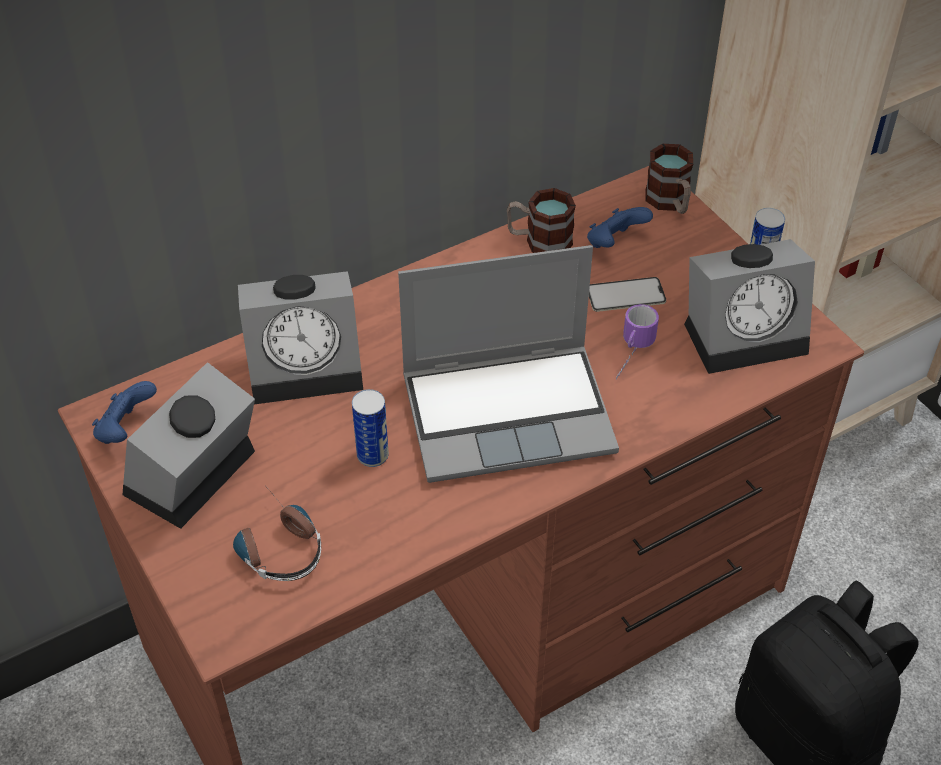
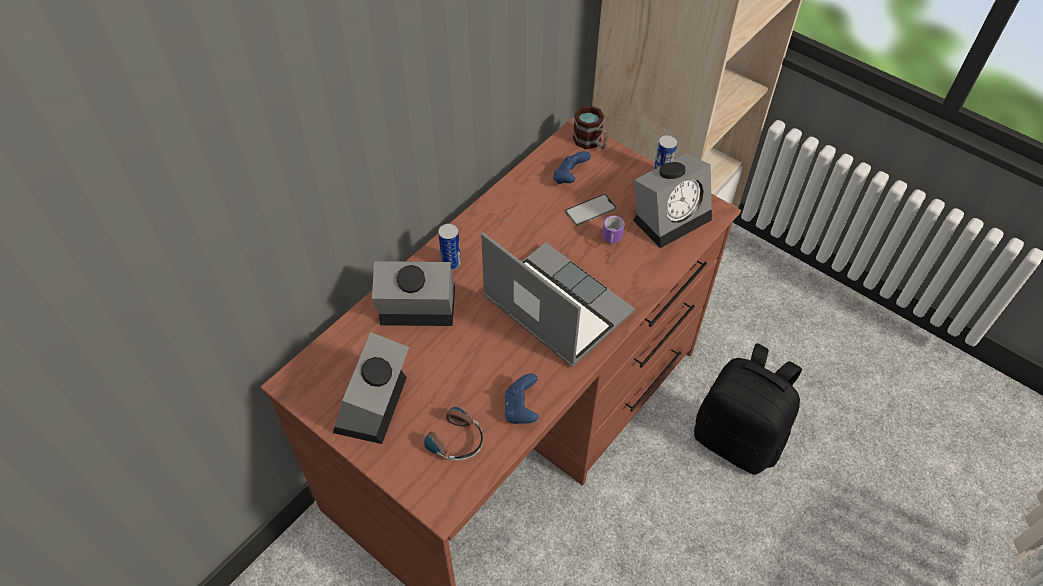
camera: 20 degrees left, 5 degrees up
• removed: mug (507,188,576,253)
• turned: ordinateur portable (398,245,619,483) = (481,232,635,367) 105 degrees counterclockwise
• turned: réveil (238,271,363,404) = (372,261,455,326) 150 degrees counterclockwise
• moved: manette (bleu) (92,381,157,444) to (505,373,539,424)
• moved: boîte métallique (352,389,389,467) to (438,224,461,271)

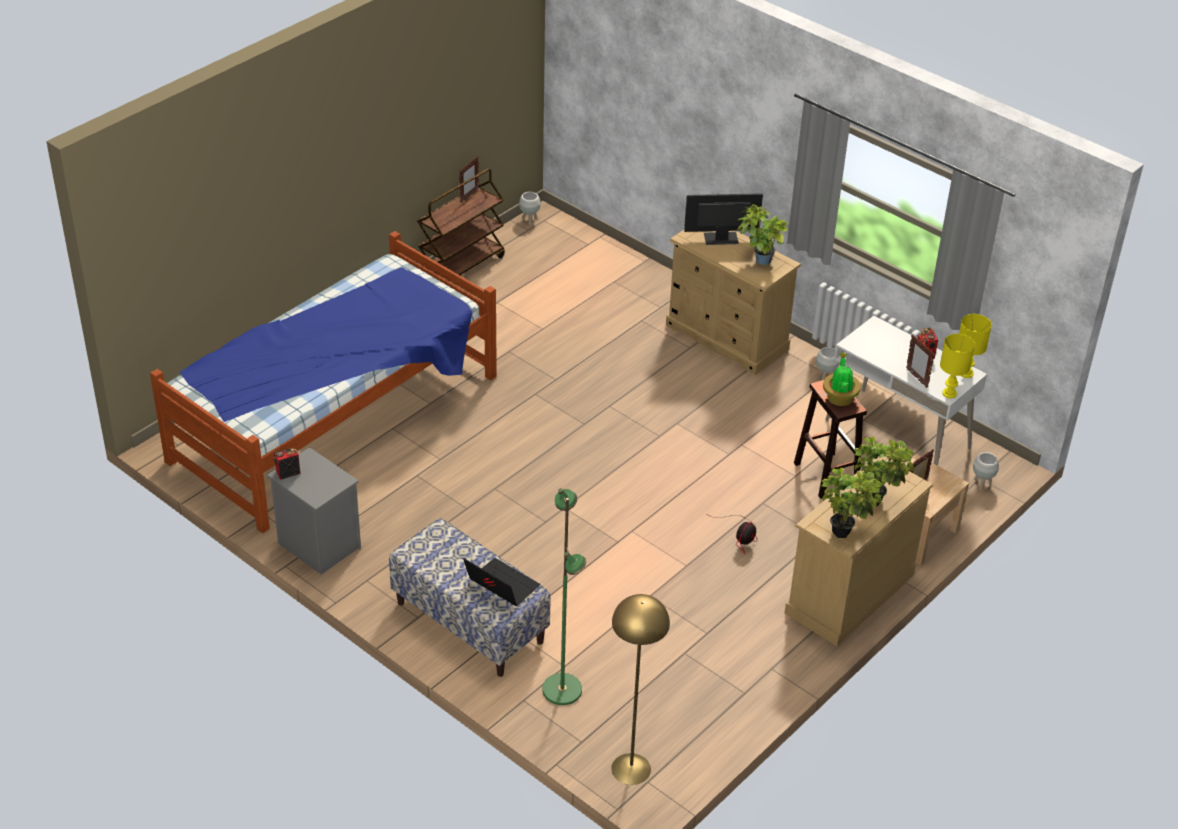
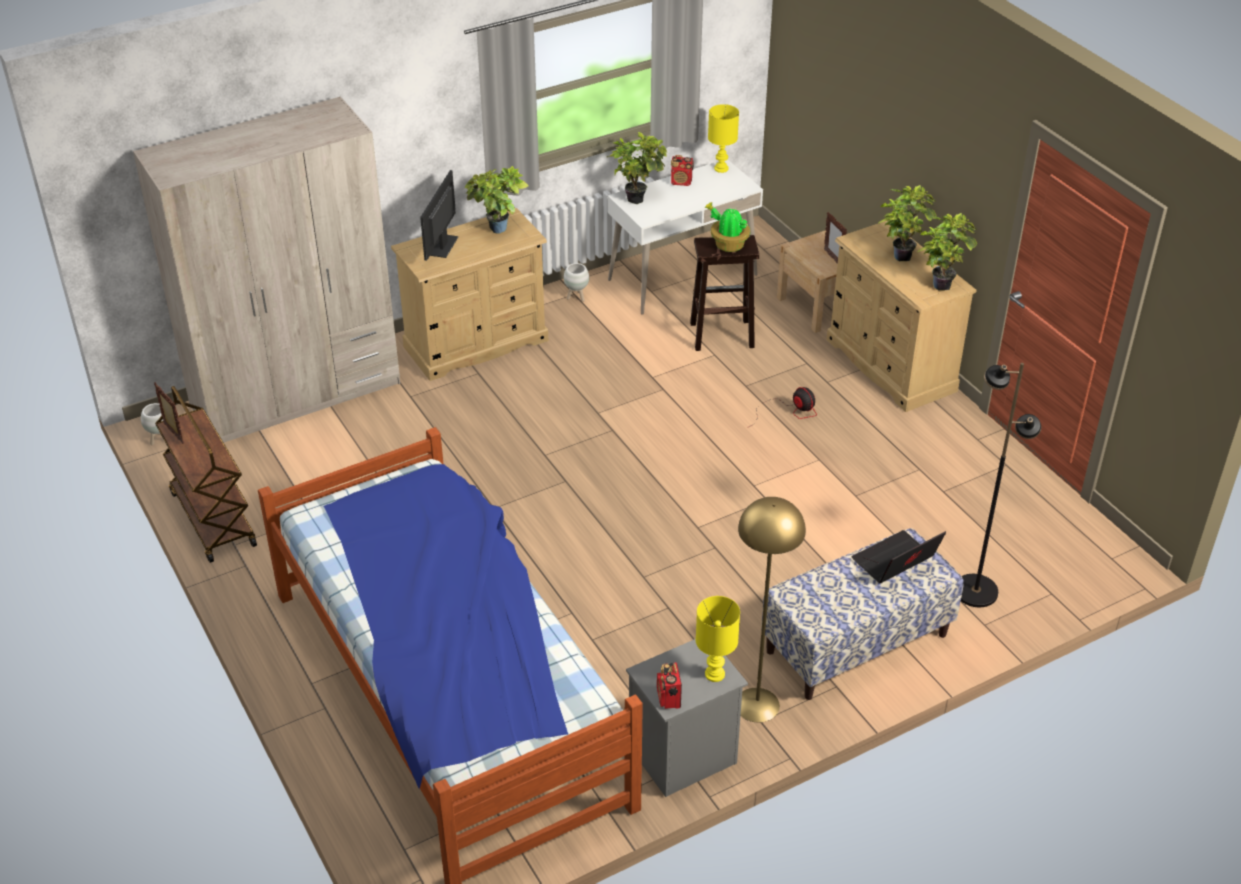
camera: 70 degrees left, 0 degrees up
• moved: lampe de table (jaune) (940,334,975,398) to (696,596,740,682)
• removed: cadre photo (906,335,935,388)
• removed: cache-pot (blanc) (973,452,999,490)
• recoloured: lampadaire (vert) (542,488,586,705) to lampadaire (noir) (961,363,1041,607)
• moved: lampadaire (jaune) (611,594,670,785) to (738,497,806,722)
• added: armoire (beige) (133,96,400,443)
• added: plante en pot (607,132,667,204)

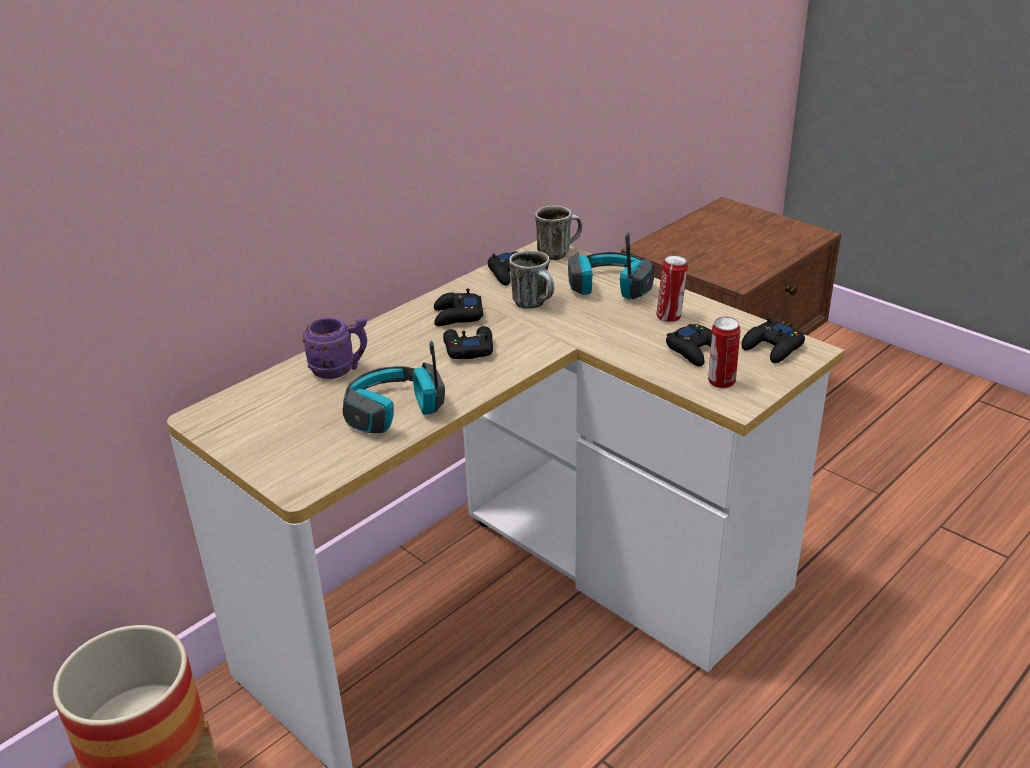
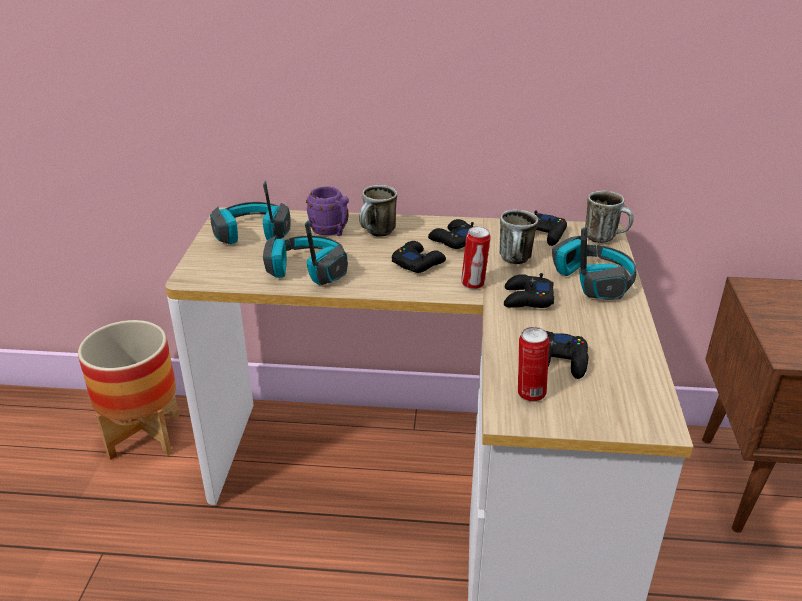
camera: 50 degrees right, 0 degrees up
• moved: boîte métallique (656,255,688,322) to (461,226,491,289)
• moved: manette (noir) (741,317,805,363) to (504,273,554,308)
• added: casque audio (210,181,291,244)
• added: mug (359,185,397,237)

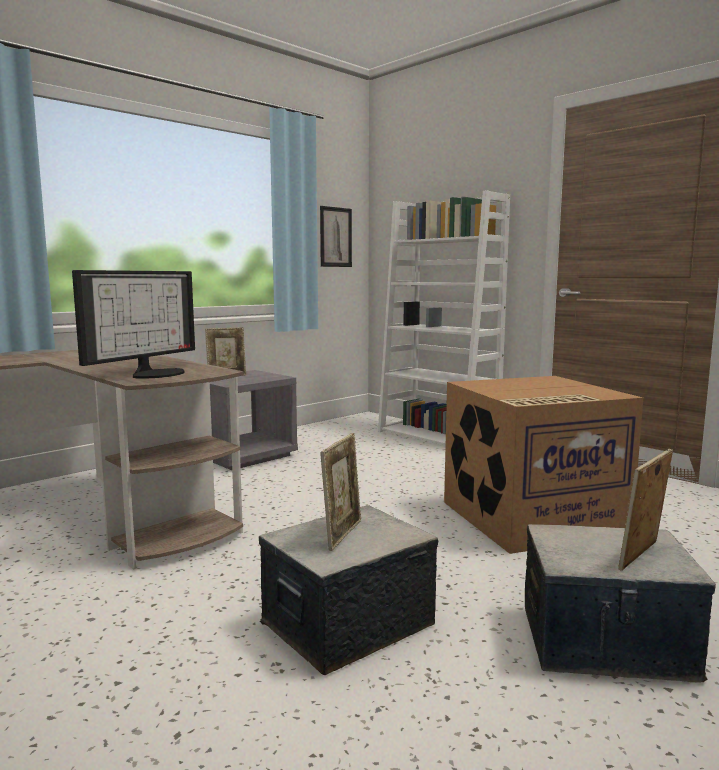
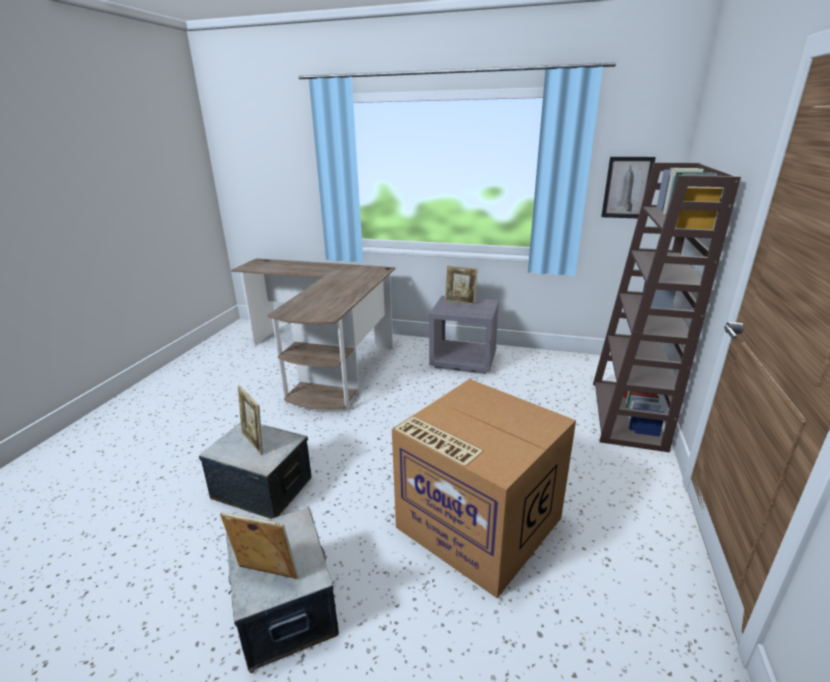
camera: 60 degrees right, 15 degrees up
• recoloured: bibliothèque (blanc) (378,191,510,445) to bibliothèque (marron) (593,163,741,452)
• removed: écran d'ordinateur (72,270,195,379)
• turned: cadre photo (320,433,361,551) = (238,386,263,455) 60 degrees clockwise

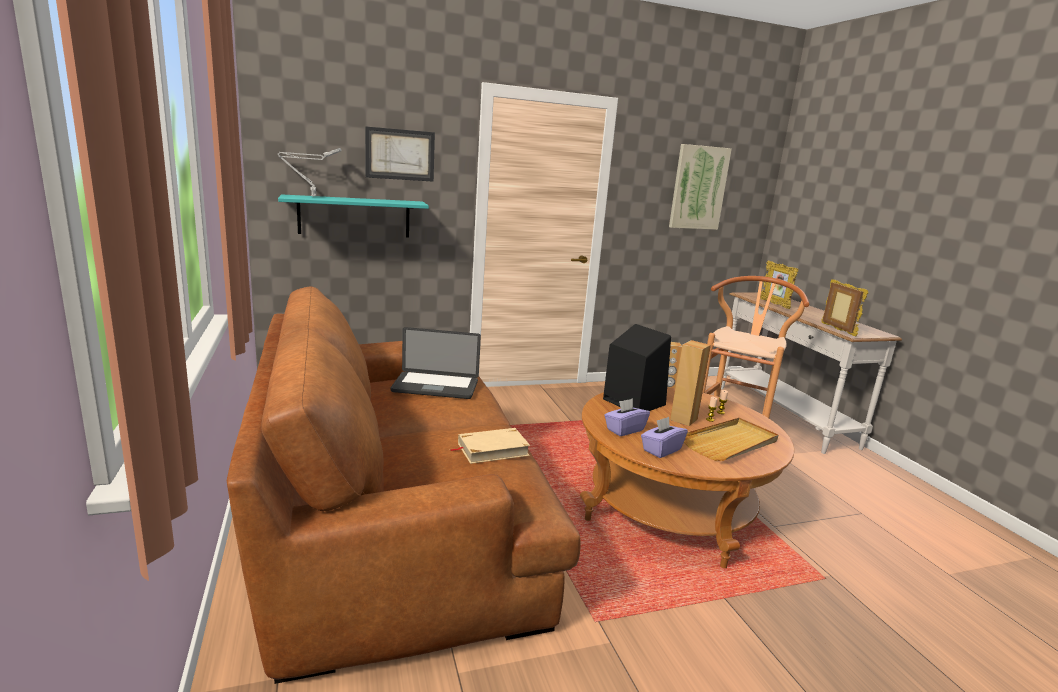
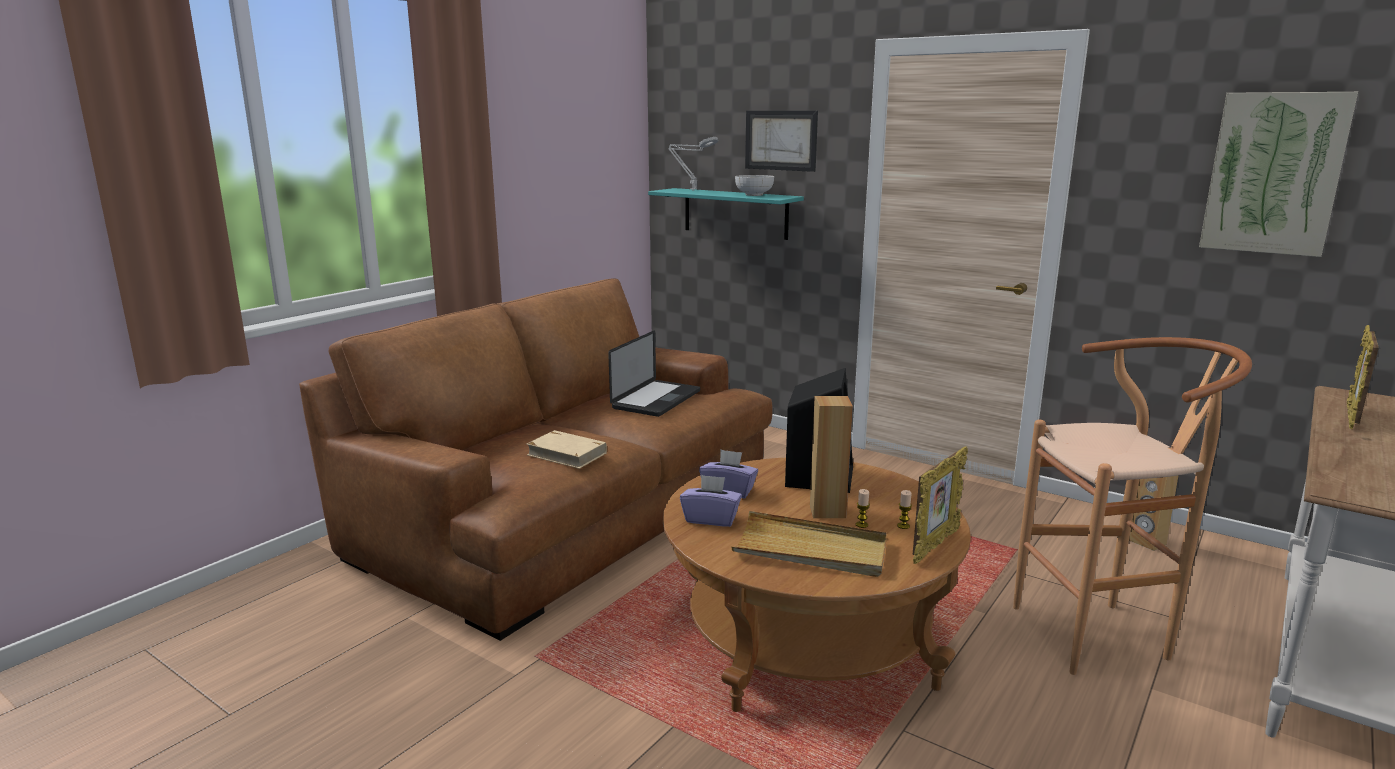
camera: 55 degrees right, 0 degrees up
• moved: cadre photo (822,279,868,336) to (912,446,968,564)
• turned: ordinateur portable (390,327,481,399) = (608,331,700,417) 120 degrees counterclockwise
• added: bol (735,175,774,196)

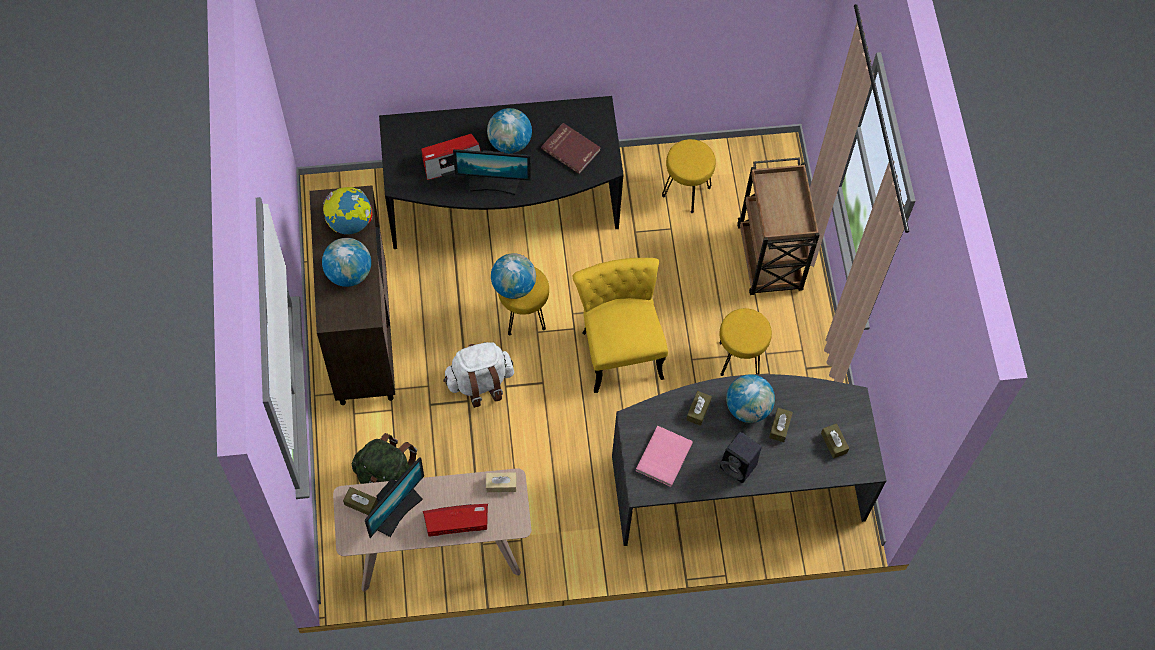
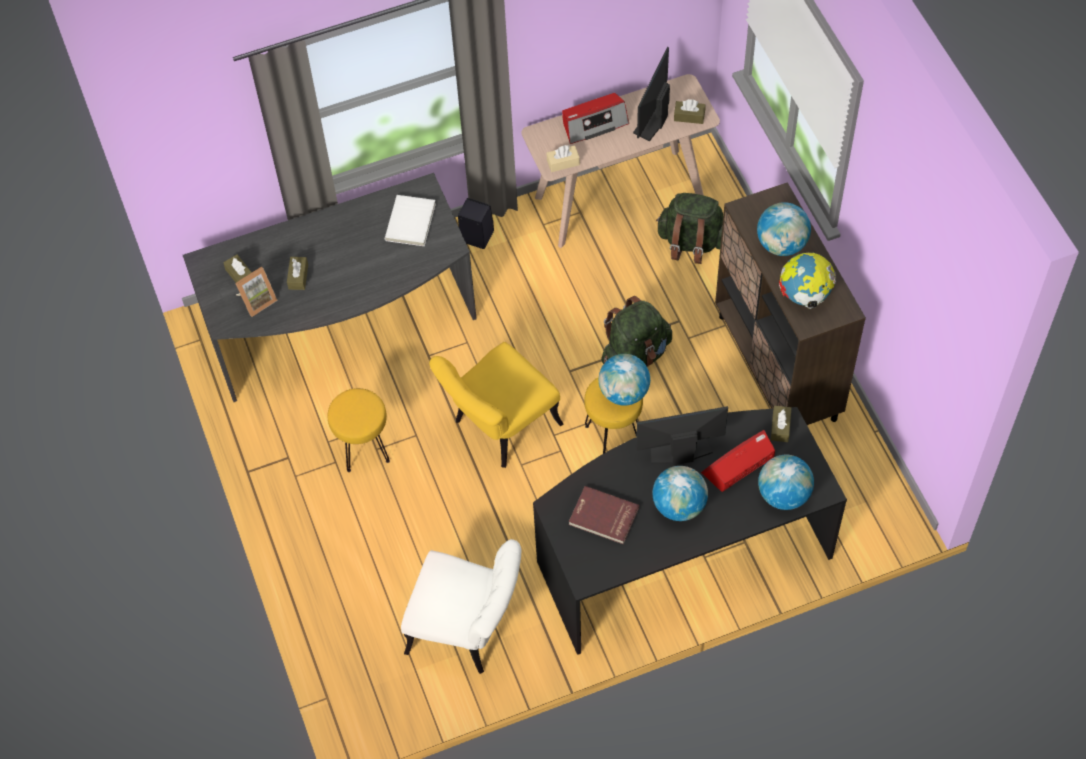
camera: 170 degrees right, 5 degrees down
• replaced: tabouret (jaune) (662,139,716,213) to chaise (blanc) (401,539,521,674)
• removed: chariot (marron) (737,157,820,295)
• turned: chaise (jaune) (573,258,668,393) = (429,342,563,468) 75 degrees clockwise
• recoloured: sac à dos (blanc) (443,342,514,408) to sac à dos (vert) (601,296,672,367)
• moved: globe (726,375,775,423) to (758,455,814,510)
• moved: boîte à mouchoirs (marron) (686,391,712,426) to (771,406,791,442)
• recoloured: livre (rose) (636,425,693,487) to livre (blanc) (385,195,436,246)
• moved: enceinte (noir) (720,432,762,483) to (458,198,494,249)
• added: cadre photo (235,267,278,317)

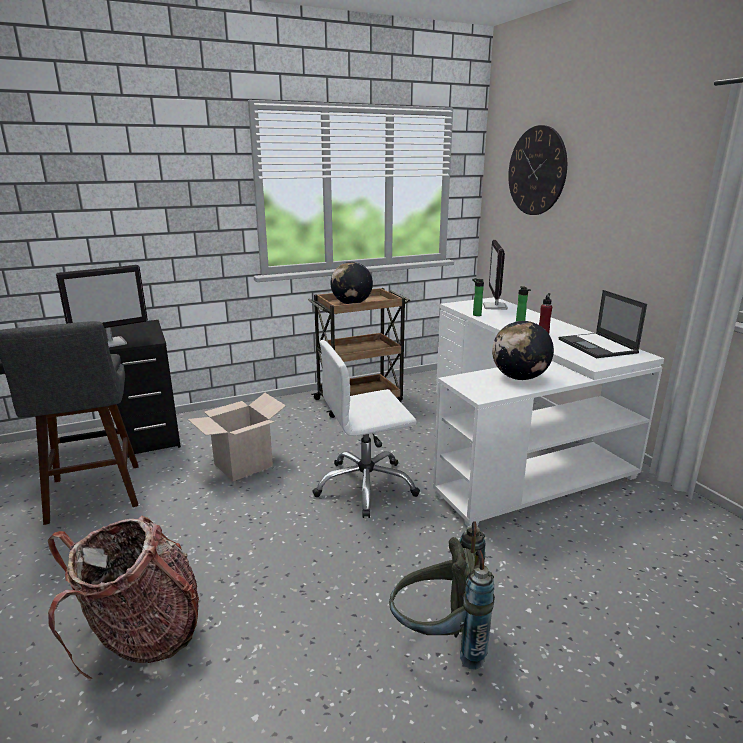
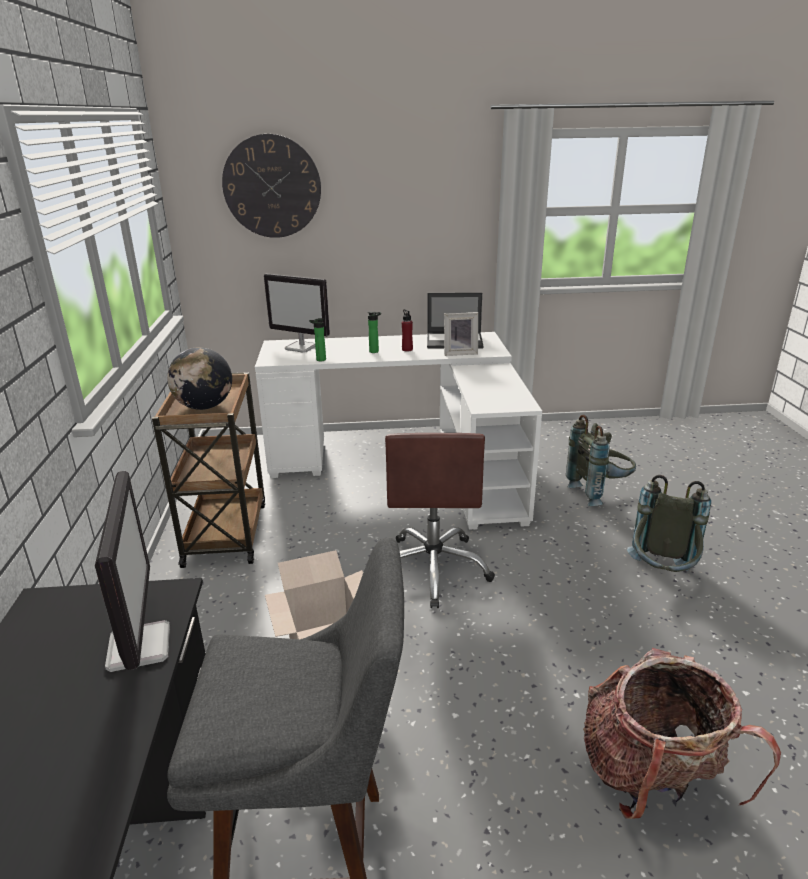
camera: 70 degrees left, 5 degrees up
• removed: globe (492,321,554,380)
• recoloured: chaise de bureau (blanc) (312,340,420,518) to chaise de bureau (marron) (385,433,495,608)
• added: cadre photo (444,312,478,356)
• added: sac à dos (gris) (566,415,636,506)

